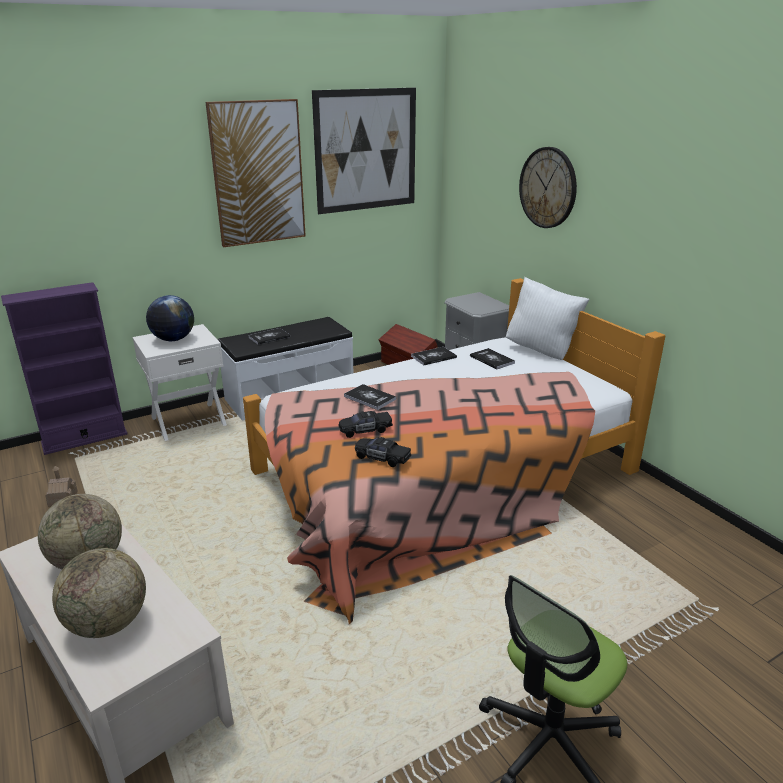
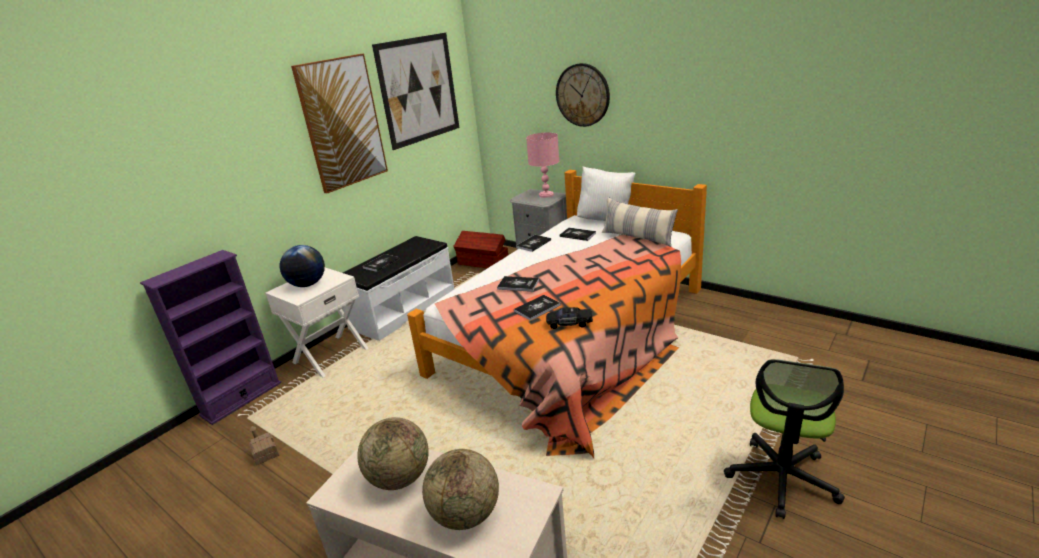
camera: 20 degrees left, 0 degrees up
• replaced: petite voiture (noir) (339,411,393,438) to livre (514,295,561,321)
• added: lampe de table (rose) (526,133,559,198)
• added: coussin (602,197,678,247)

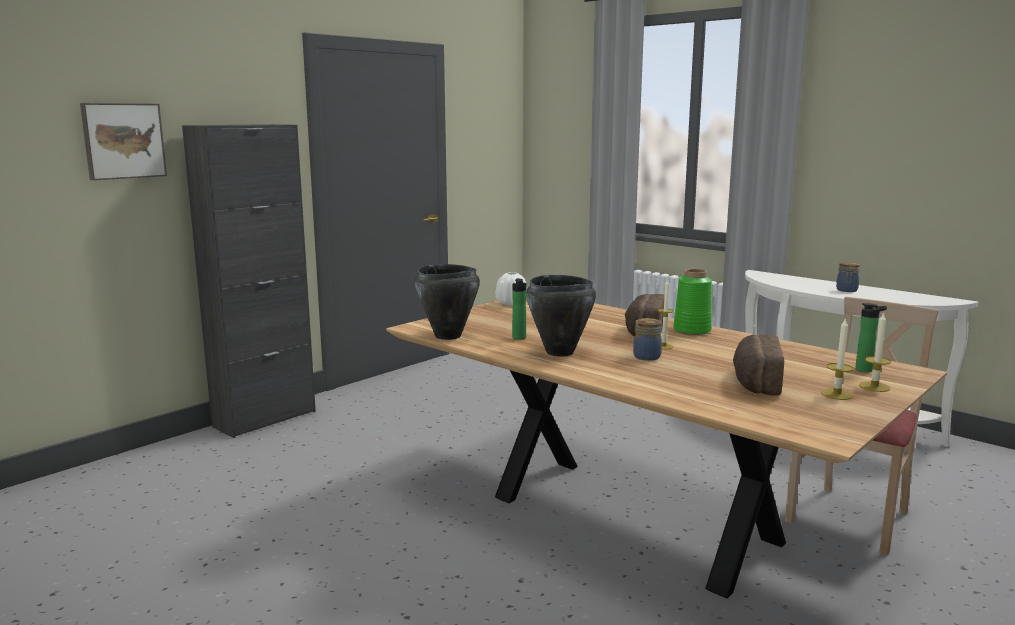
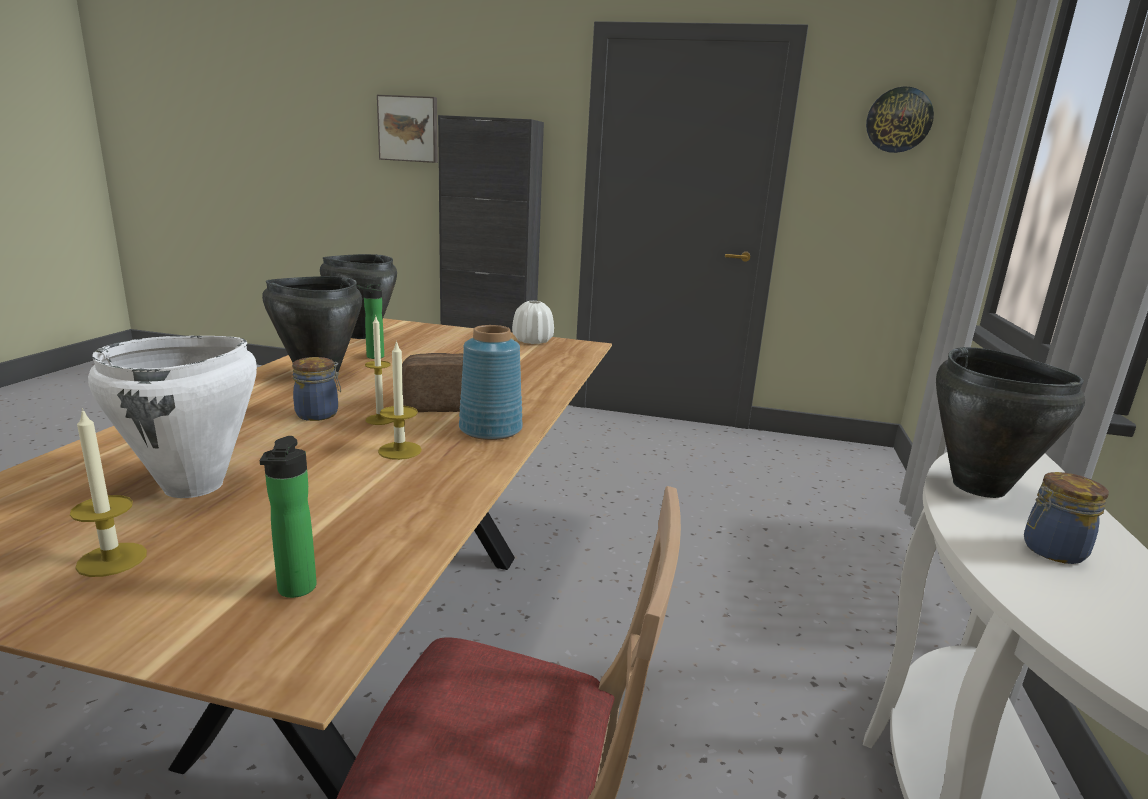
camera: 60 degrees right, 5 degrees up
• recoloured: vase (vert) (673,269,712,335) to vase (bleu) (459,325,523,440)
• moved: bougie (859,312,891,392) to (378,340,422,460)
• replaced: pain (733,335,784,396) to marmite (blanc) (88,336,257,498)
• added: horloge murale (866,87,934,153)
• added: marmite (noir) (936,347,1085,498)

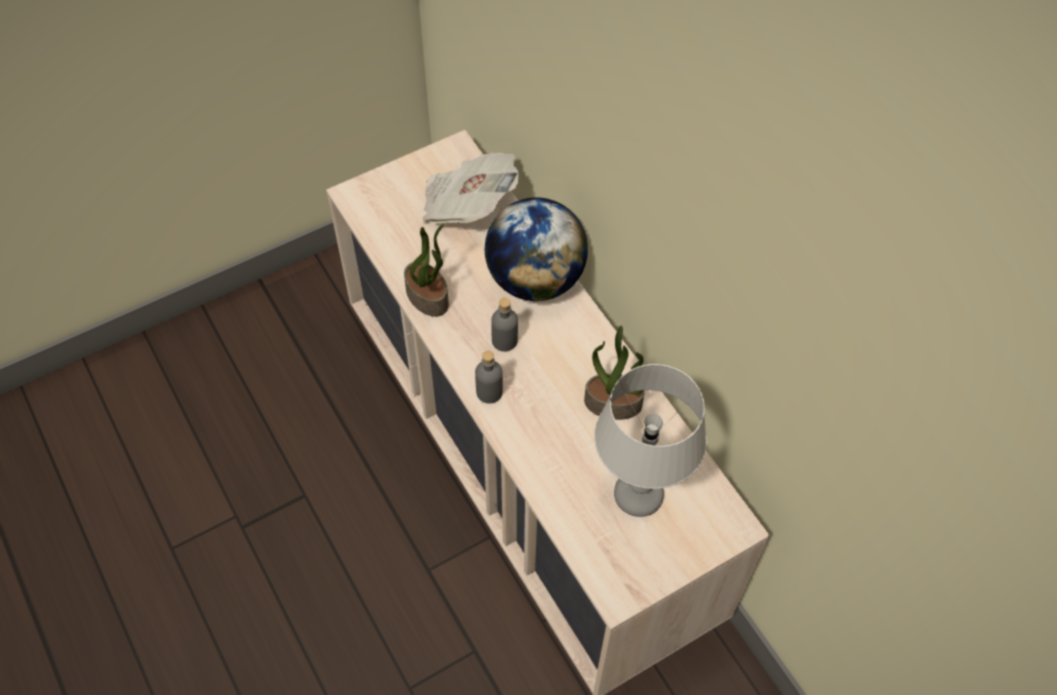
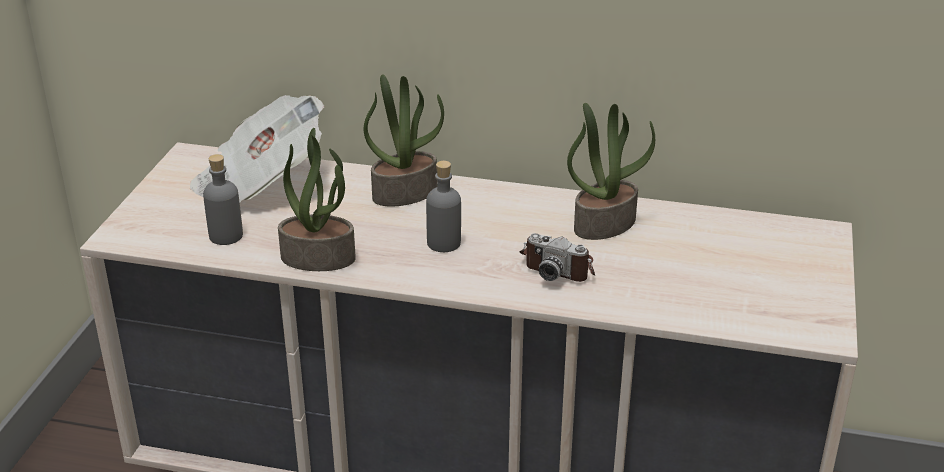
camera: 45 degrees left, 25 degrees down
• replaced: globe (485,197,588,301) to plante en pot (364,74,444,207)
• moved: bouteille (gris) (475,351,503,404) to (203,154,243,245)
• removed: lampe de table (gris) (594,364,707,517)
• added: appareil photo (519,233,595,282)

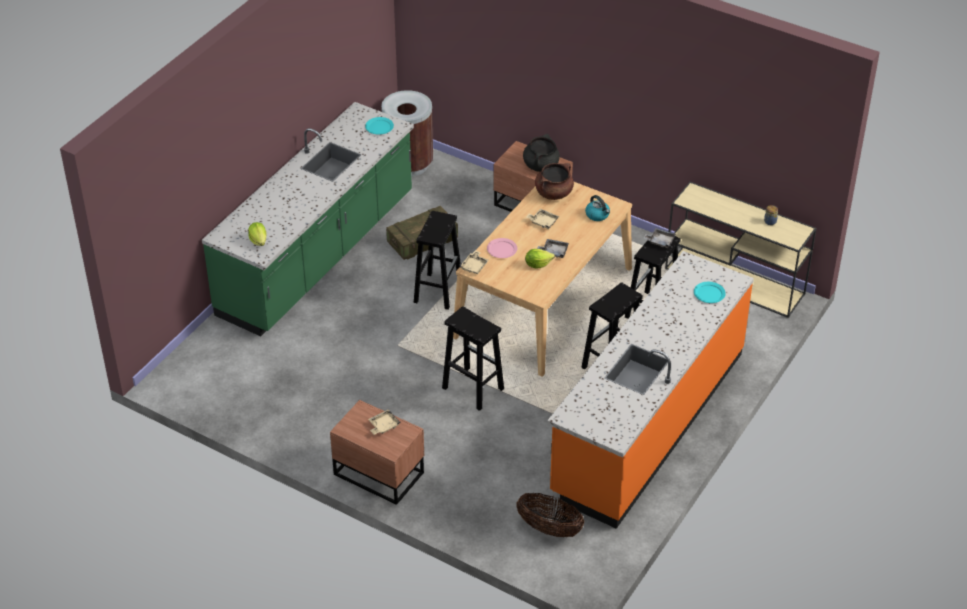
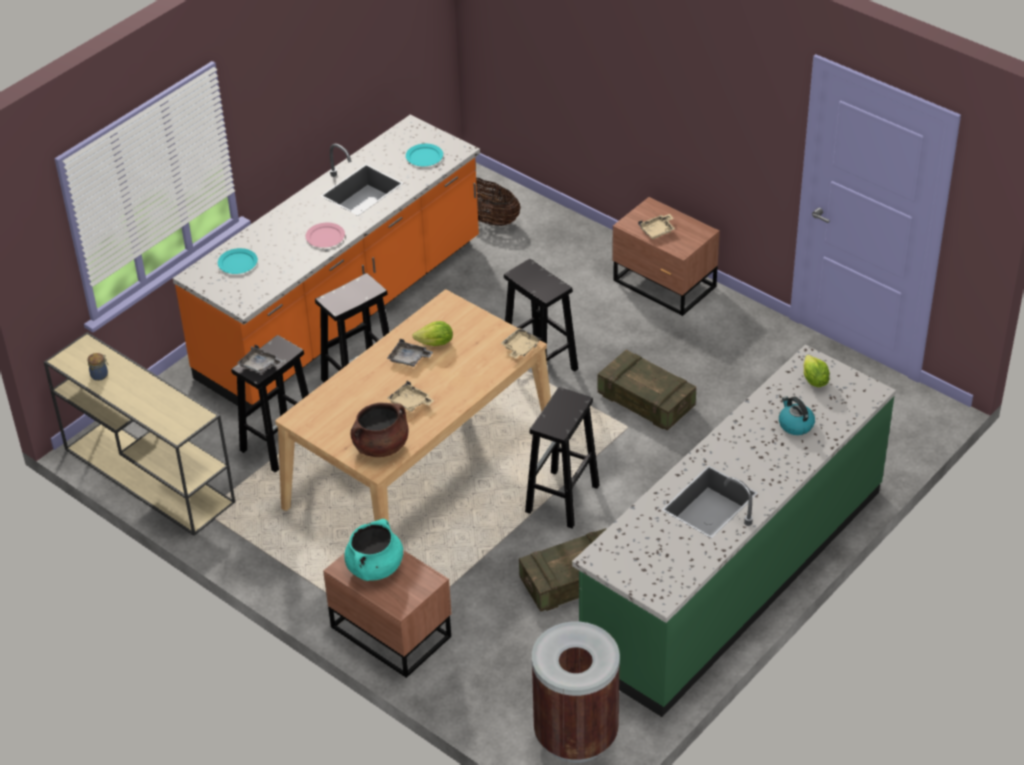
camera: 170 degrees left, 0 degrees up
• moved: assiette (turquoise) (365,117,394,135) to (406,144,443,166)
• recoloured: marmite (noir) (523,134,560,172) to marmite (turquoise) (344,519,403,581)
• moved: bouilloire (585,195,610,221) to (779,396,815,435)
• moved: assiette (rose) (487,238,517,258) to (306,223,345,248)
• added: caisse (597,350,696,431)

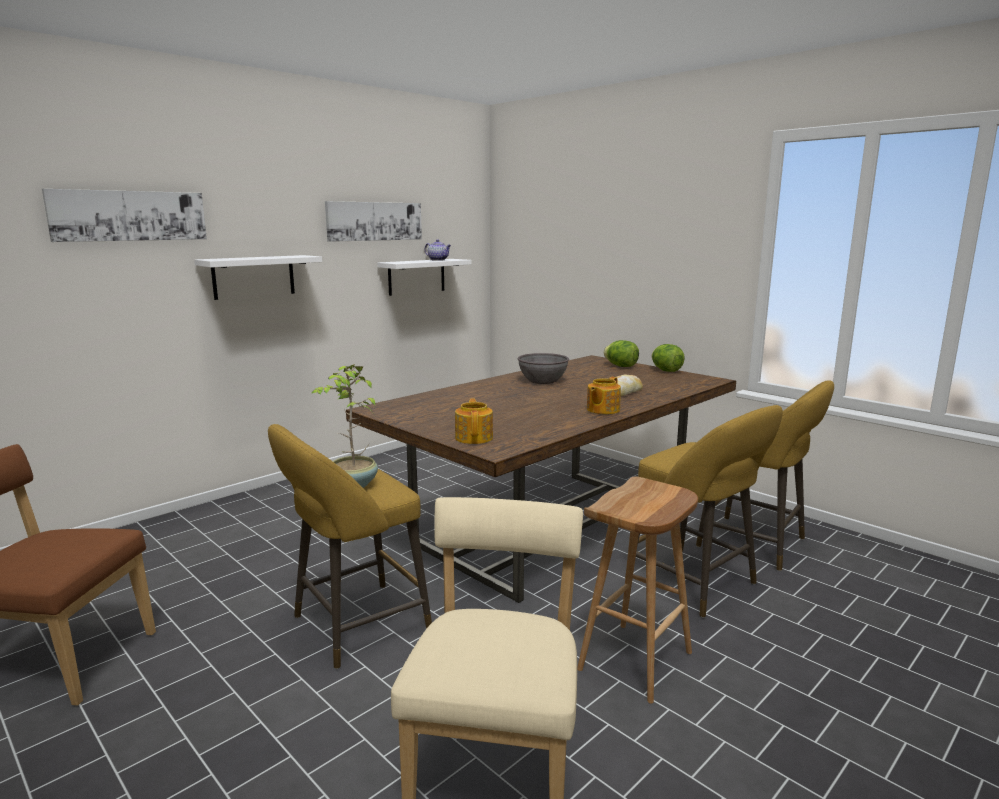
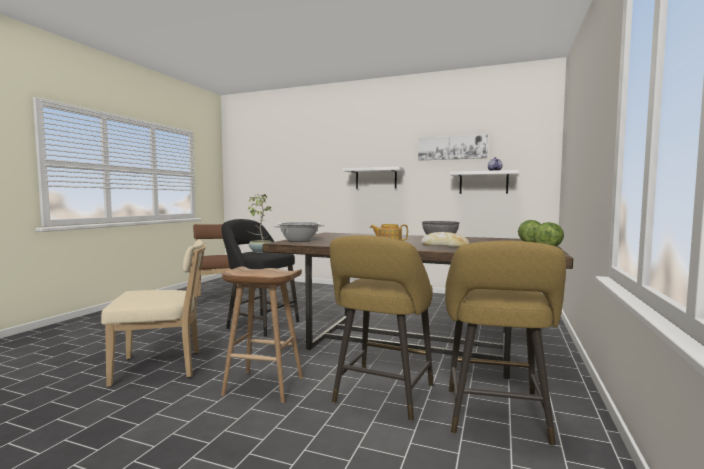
camera: 65 degrees right, 10 degrees down
• removed: tableau (42,189,207,242)
• replaced: théière (455,399,493,444) to marmite (273,222,325,242)
• recoloured: tabouret (jaune) (268,424,432,669) to tabouret (noir) (222,219,299,338)

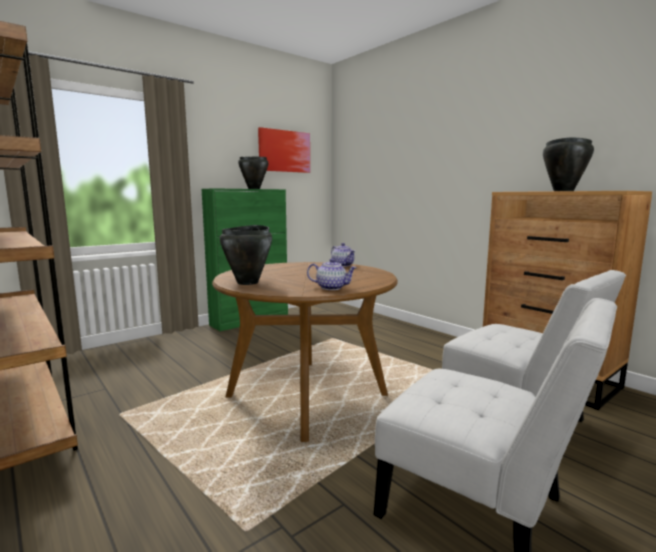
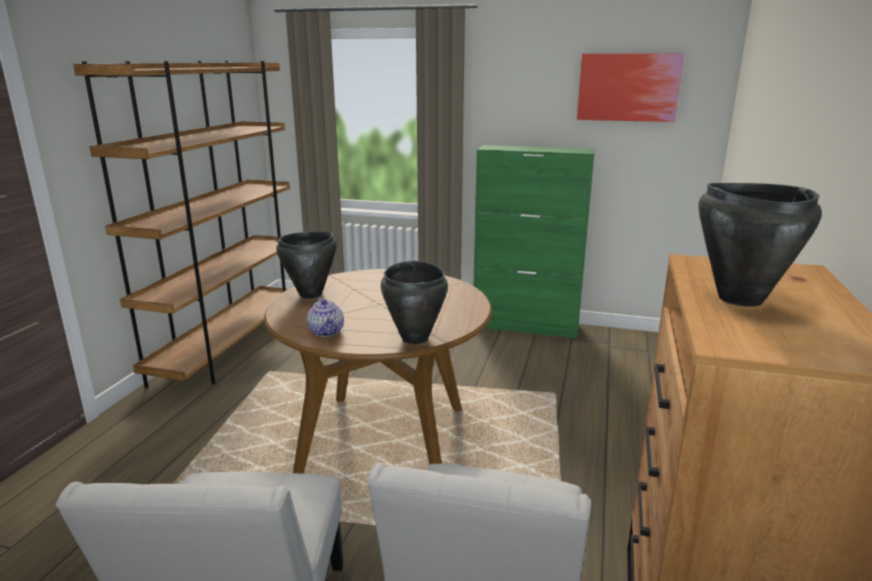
camera: 55 degrees right, 10 degrees up
• moved: marmite (noir) (238,157,268,189) to (381,261,448,344)
• removed: théière (331,243,355,267)

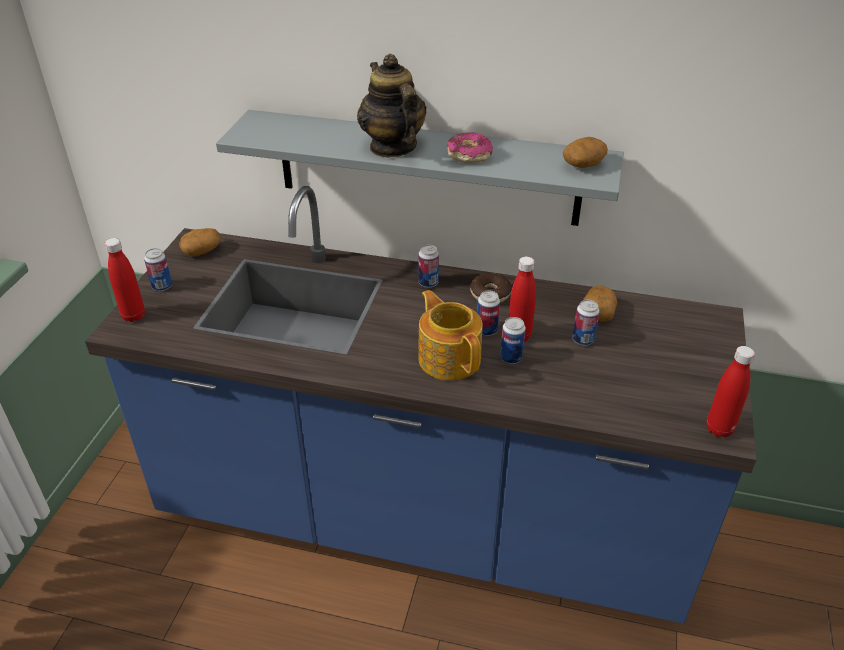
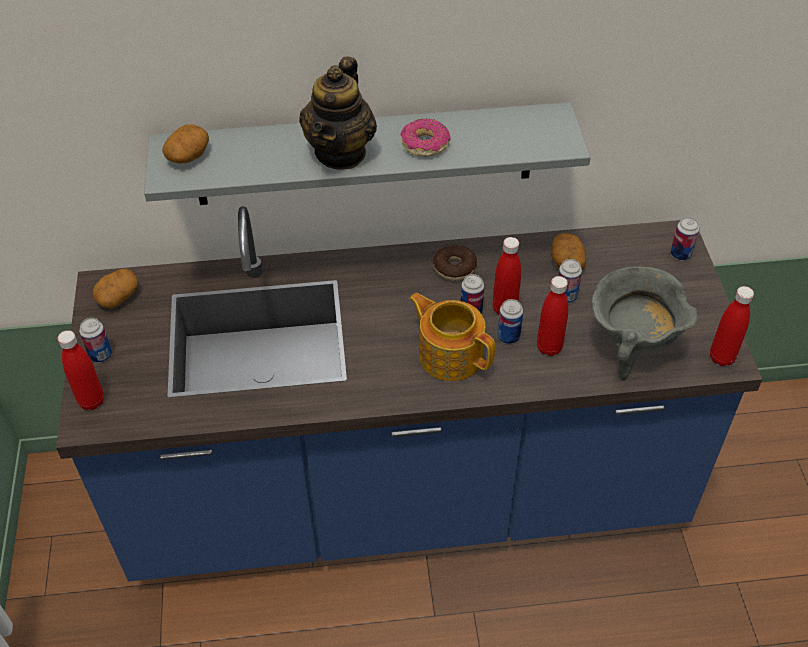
camera: 20 degrees left, 10 degrees up
• turned: théière (357,54,427,157) = (299,56,377,170) 120 degrees counterclockwise
• moved: pomme de terre (563,137,607,168) to (162,124,209,163)
• moved: boîte métallique (418,245,439,288) to (670,217,699,261)
• added: marmite (gris) (592,266,698,381)
• added: bouteille (rouge) (537,276,568,356)

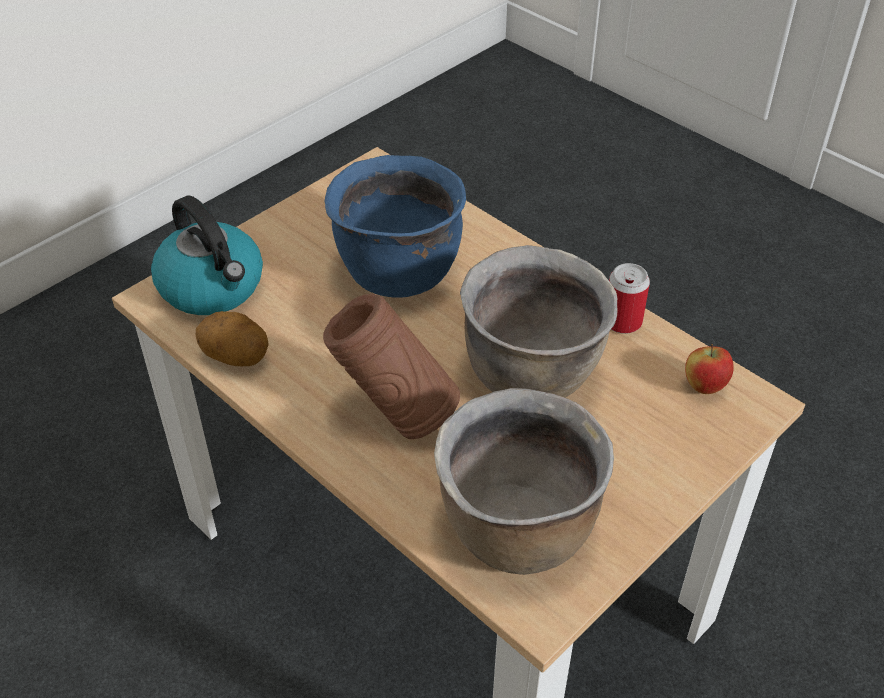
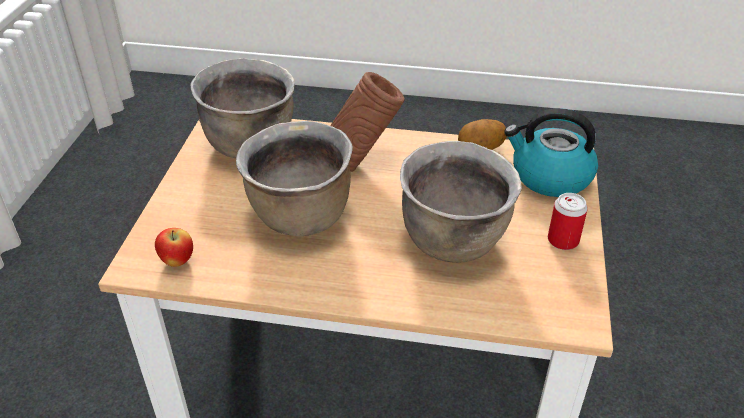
camera: 145 degrees right, 5 degrees down
• recoloured: marmite (bleu) (325,155,466,298) to marmite (marron) (400,141,522,263)
• moved: boîte métallique (609,263,650,334) to (548,193,588,250)

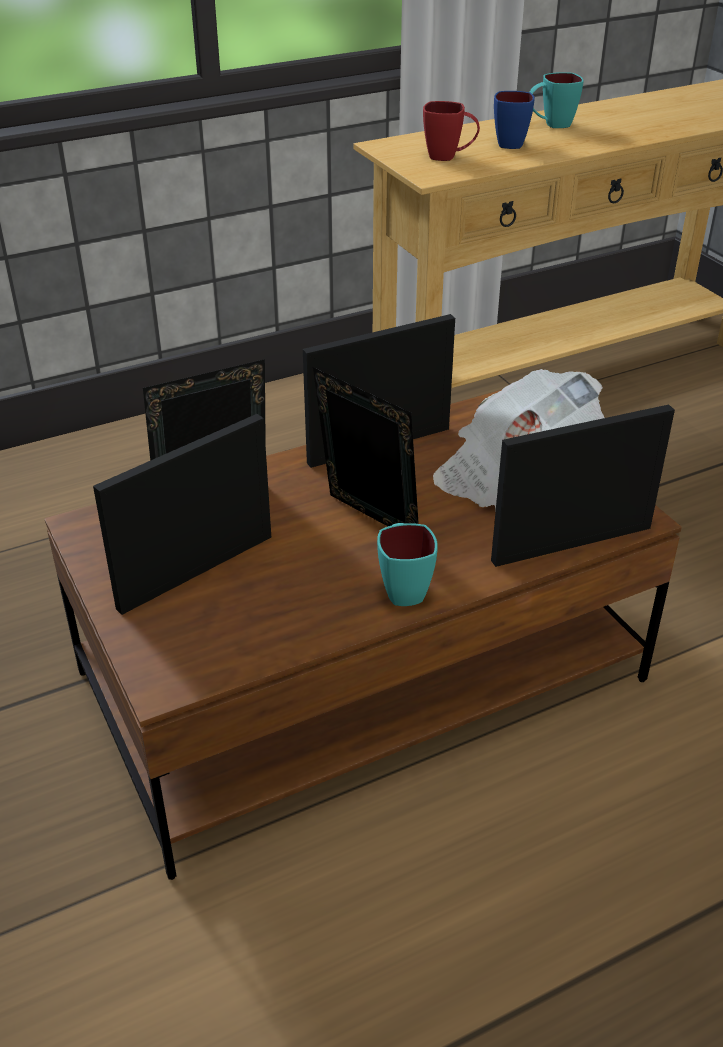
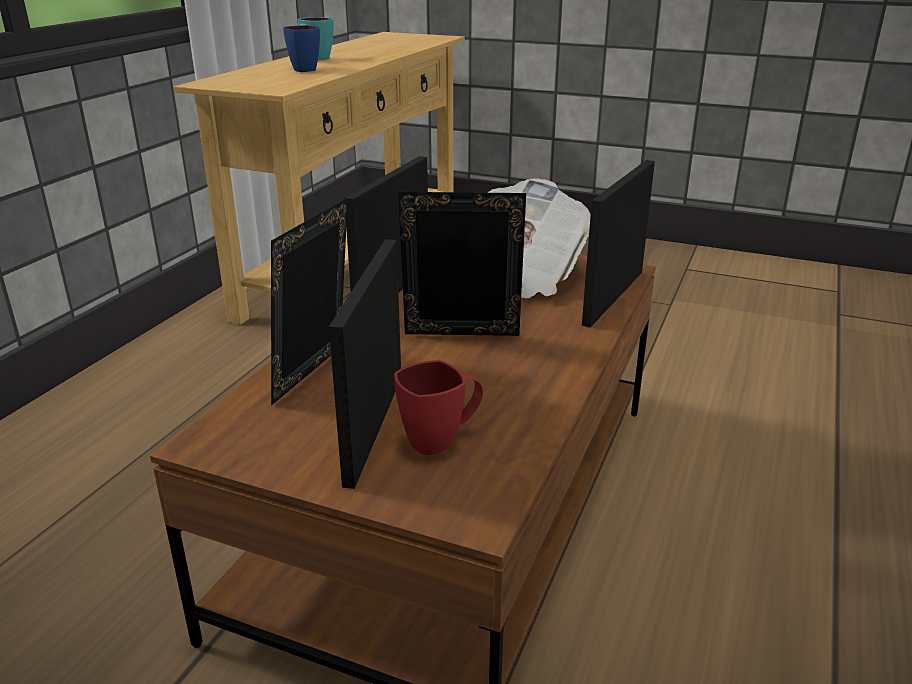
camera: 40 degrees left, 10 degrees down
• moved: mug (rouge) (423,101,480,161) to (394,360,483,455)
• removed: mug (turquoise) (377,523,438,606)

